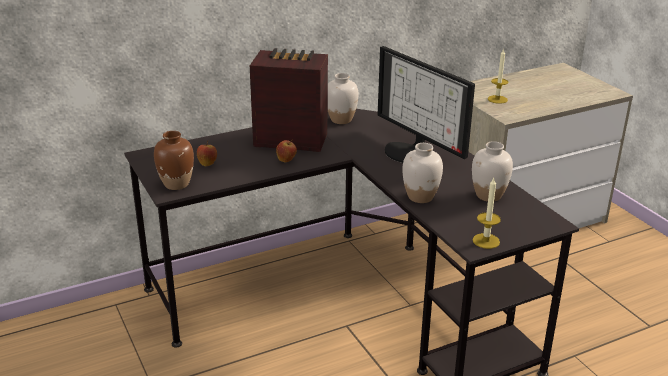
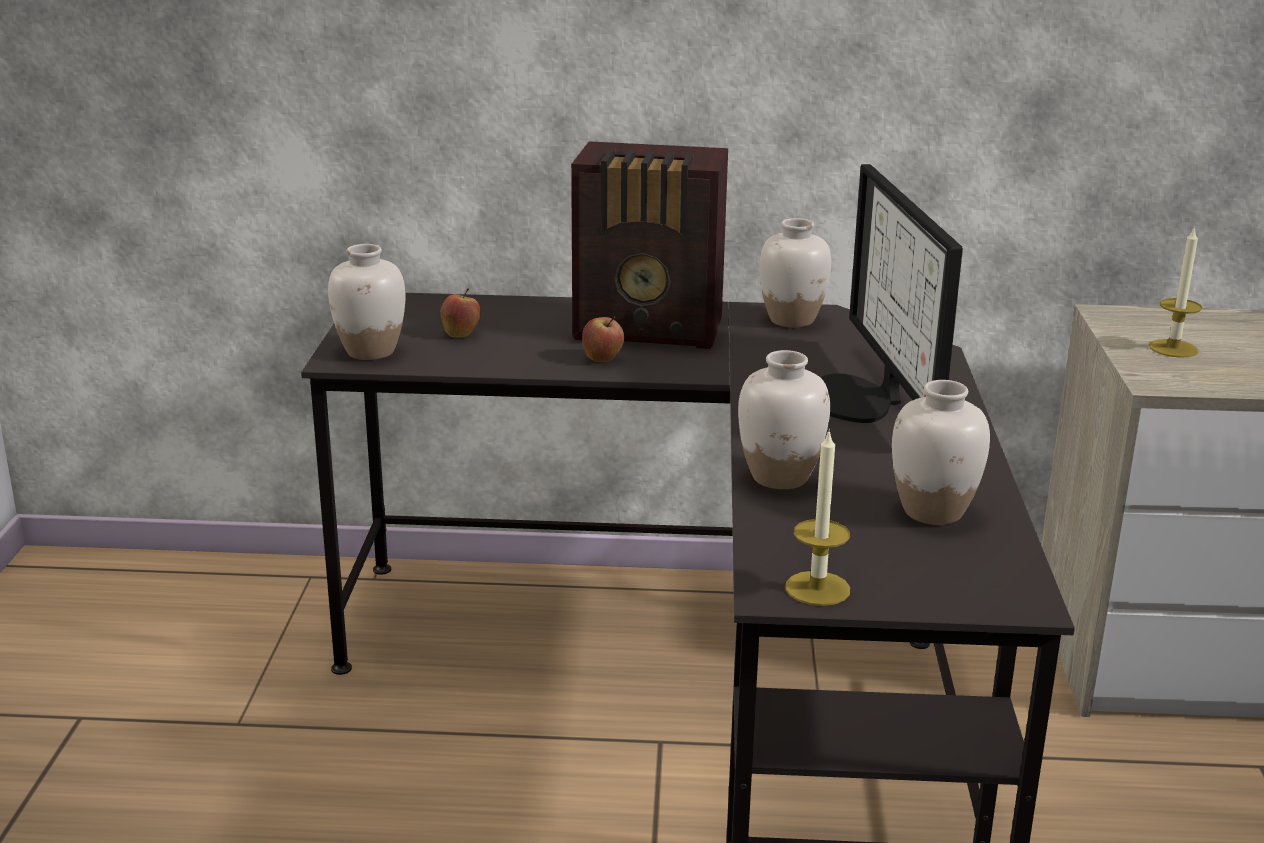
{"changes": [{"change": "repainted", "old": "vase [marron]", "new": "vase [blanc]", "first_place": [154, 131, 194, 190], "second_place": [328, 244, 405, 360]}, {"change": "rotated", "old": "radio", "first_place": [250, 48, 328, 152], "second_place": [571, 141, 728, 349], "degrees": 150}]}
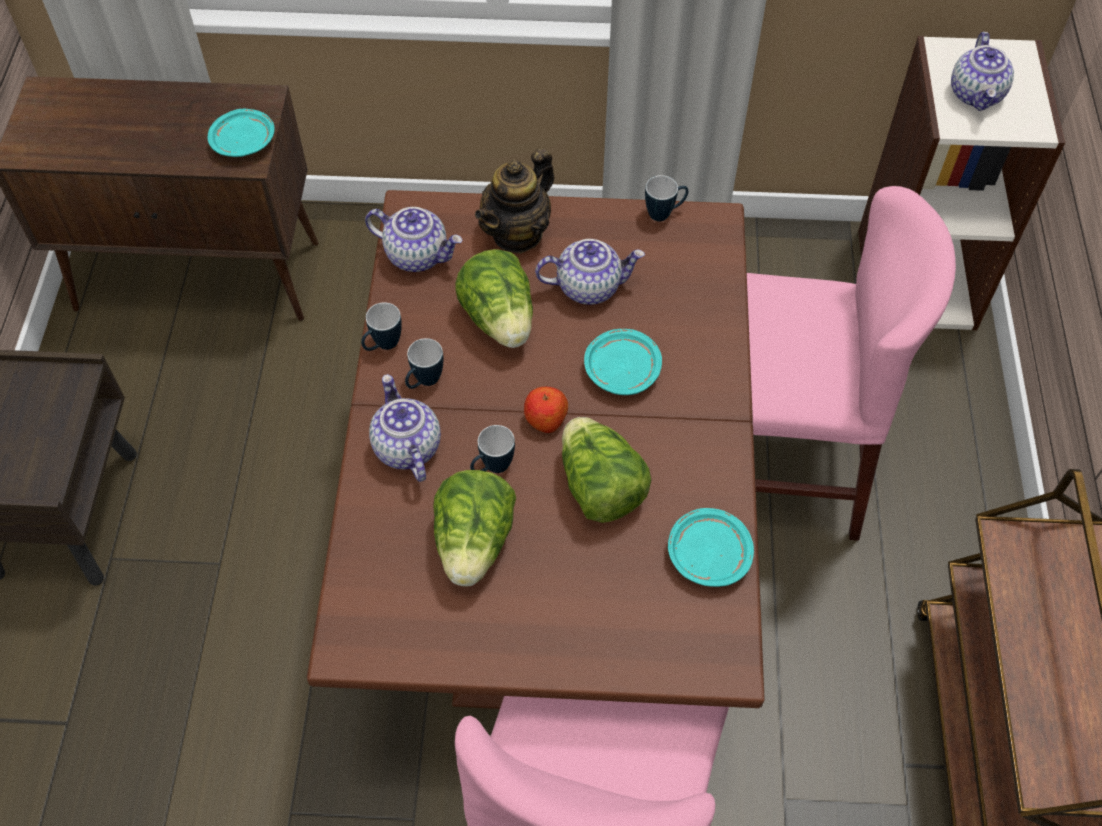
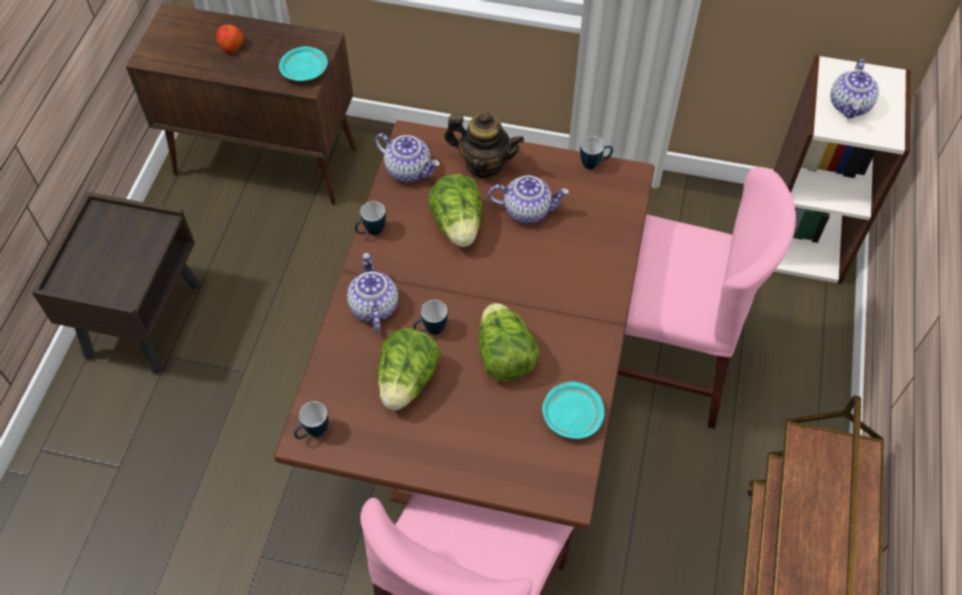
{"changes": [{"change": "gone", "old": "assiette [turquoise]", "first_place": [584, 329, 662, 395]}, {"change": "shifted", "old": "mug", "first_place": [405, 338, 443, 389], "second_place": [294, 401, 328, 439]}, {"change": "shifted", "old": "pomme", "first_place": [524, 387, 568, 433], "second_place": [216, 25, 244, 53]}, {"change": "rotated", "old": "théière", "first_place": [475, 148, 555, 254], "second_place": [444, 112, 524, 178], "degrees": -120}]}
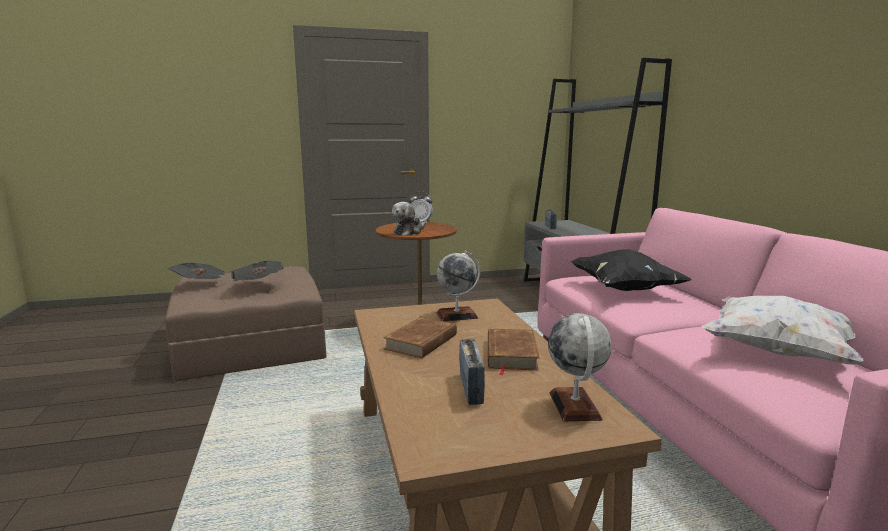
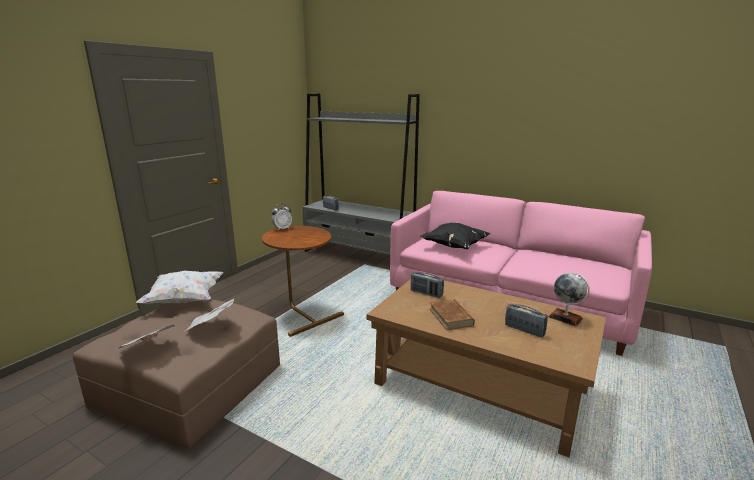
{"changes": [{"change": "gone", "old": "peluche", "first_place": [392, 202, 426, 236]}, {"change": "gone", "old": "livre [marron]", "first_place": [488, 329, 539, 375]}, {"change": "shifted", "old": "coussin [blanc]", "first_place": [701, 296, 864, 365], "second_place": [136, 271, 223, 304]}, {"change": "swapped", "old": "globe", "new": "radio", "first_place": [436, 250, 480, 322], "second_place": [411, 272, 444, 298]}]}
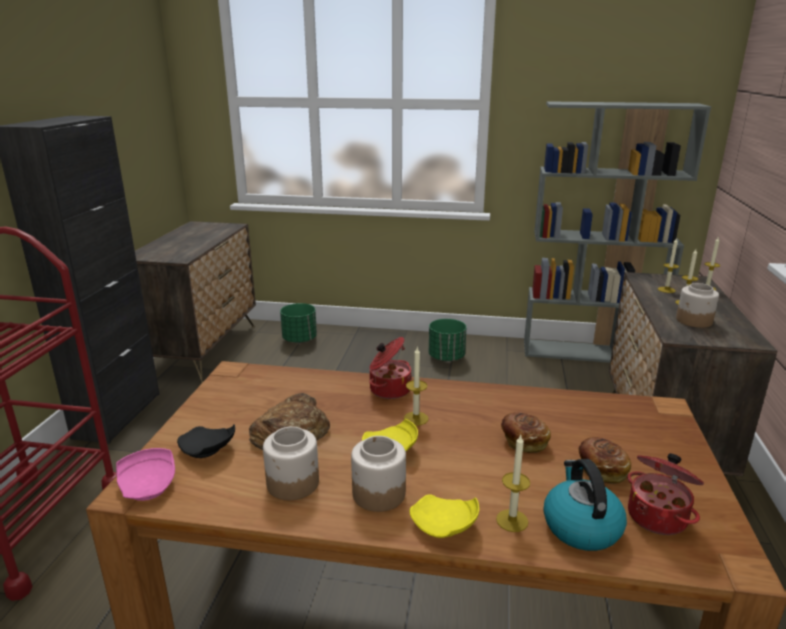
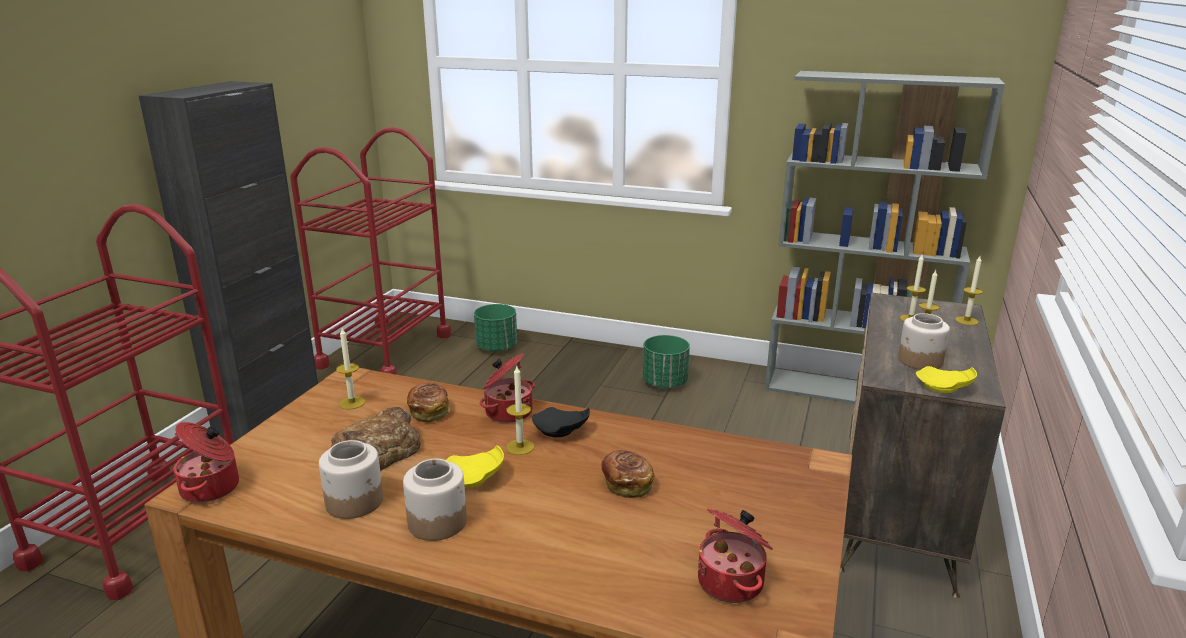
{"changes": [{"change": "gone", "old": "bouilloire", "first_place": [543, 459, 627, 551]}, {"change": "shifted", "old": "assiette [noir]", "first_place": [177, 424, 235, 458], "second_place": [532, 407, 590, 437]}, {"change": "shifted", "old": "assiette [jaune]", "first_place": [410, 494, 479, 538], "second_place": [916, 366, 977, 393]}, {"change": "shifted", "old": "bougie", "first_place": [496, 435, 530, 532], "second_place": [336, 328, 365, 410]}, {"change": "shifted", "old": "pain", "first_place": [579, 437, 631, 484], "second_place": [407, 382, 450, 423]}, {"change": "swapped", "old": "assiette [rose]", "new": "marmite", "first_place": [116, 448, 175, 501], "second_place": [172, 422, 239, 503]}, {"change": "swapped", "old": "commode", "new": "chariot [rouge]", "first_place": [135, 221, 256, 383], "second_place": [290, 127, 451, 375]}]}
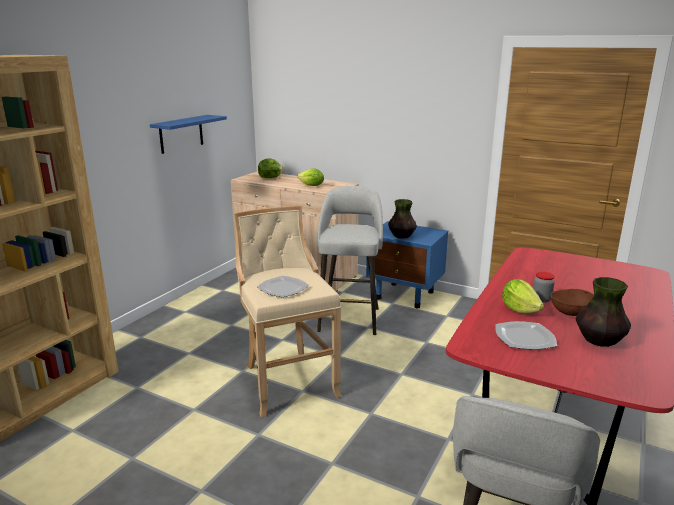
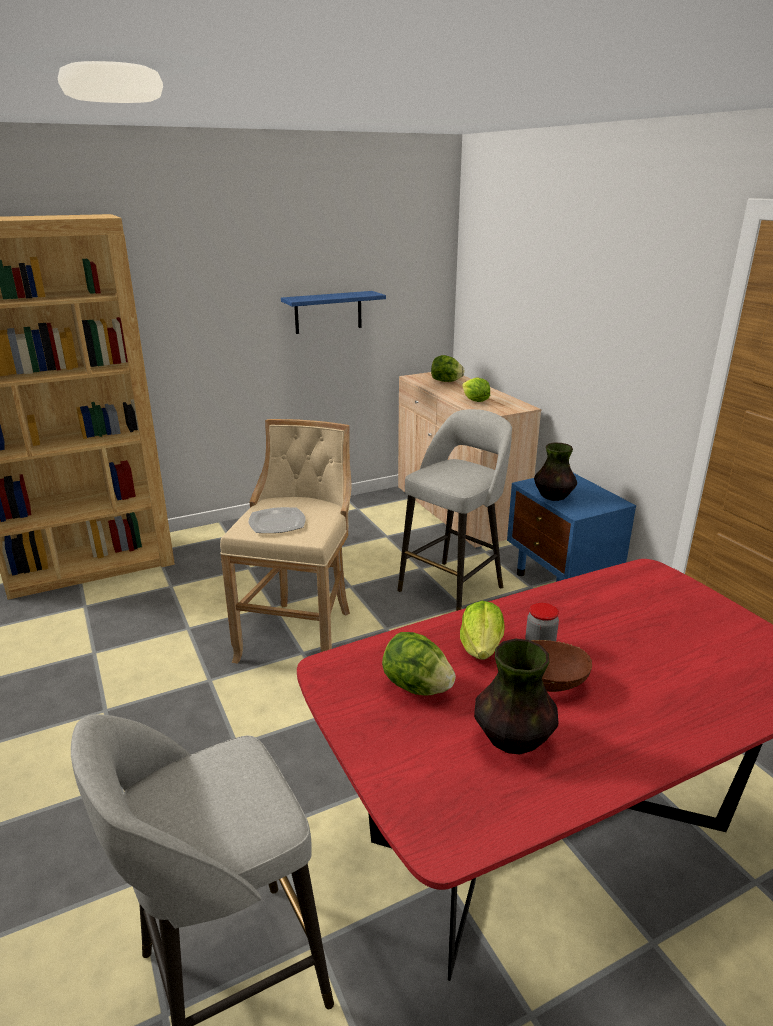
{"changes": [{"change": "swapped", "old": "assiette", "new": "laitue", "first_place": [495, 321, 557, 350], "second_place": [382, 632, 456, 695]}]}
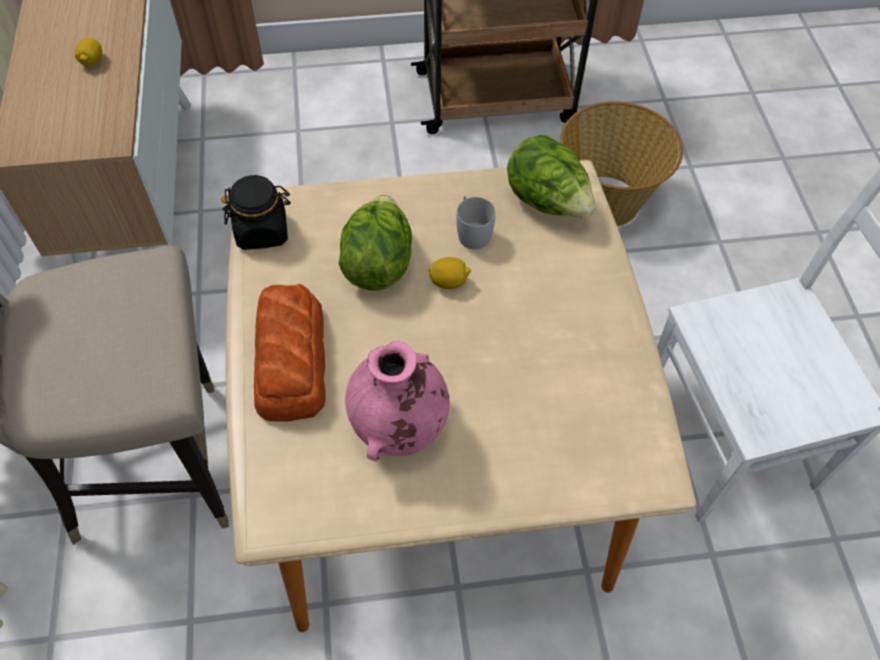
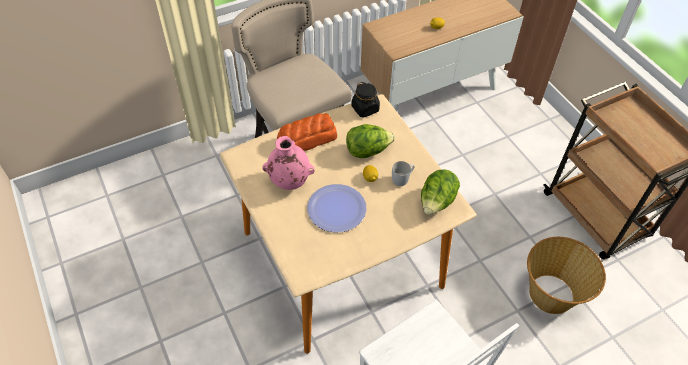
{"changes": [{"change": "new", "new": "assiette", "second_place": [307, 184, 367, 232]}]}
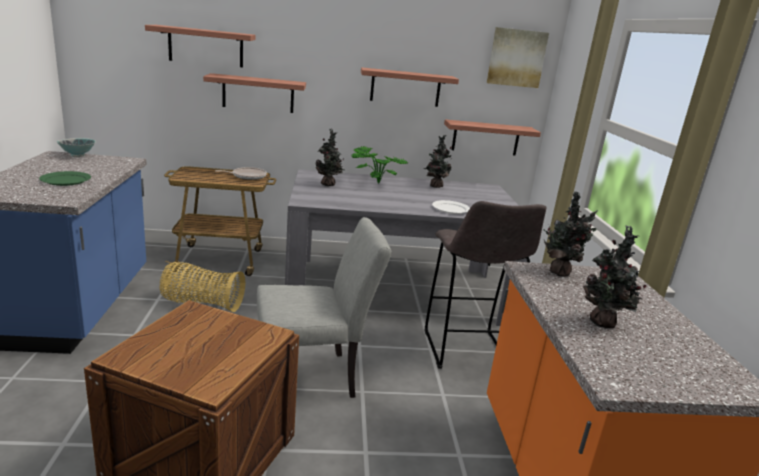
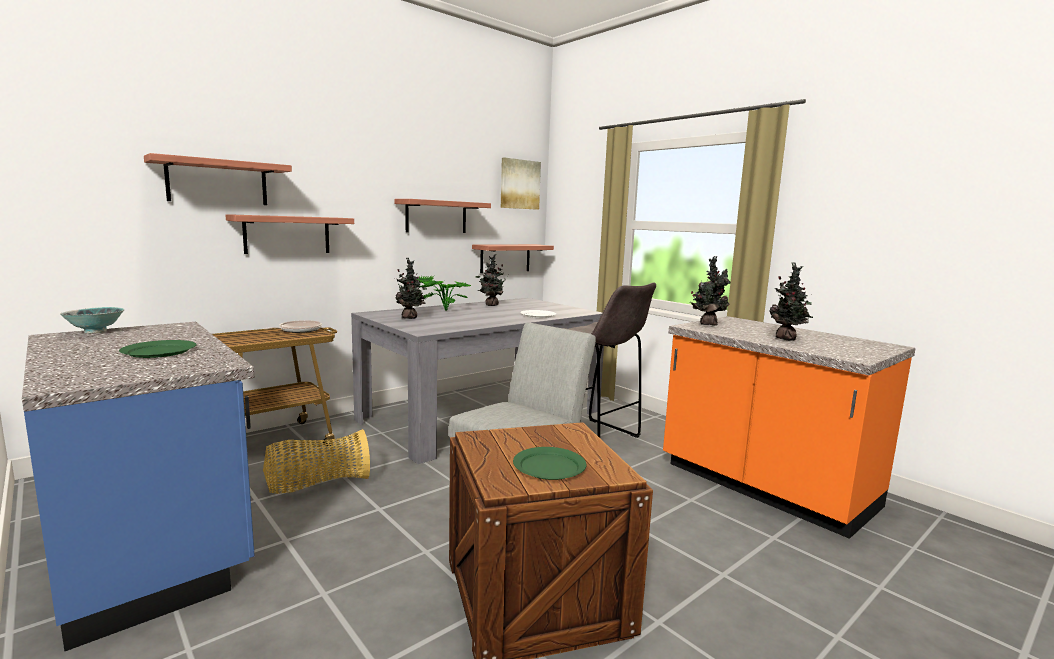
{"changes": [{"change": "new", "new": "assiette [vert]", "second_place": [513, 447, 586, 480]}]}
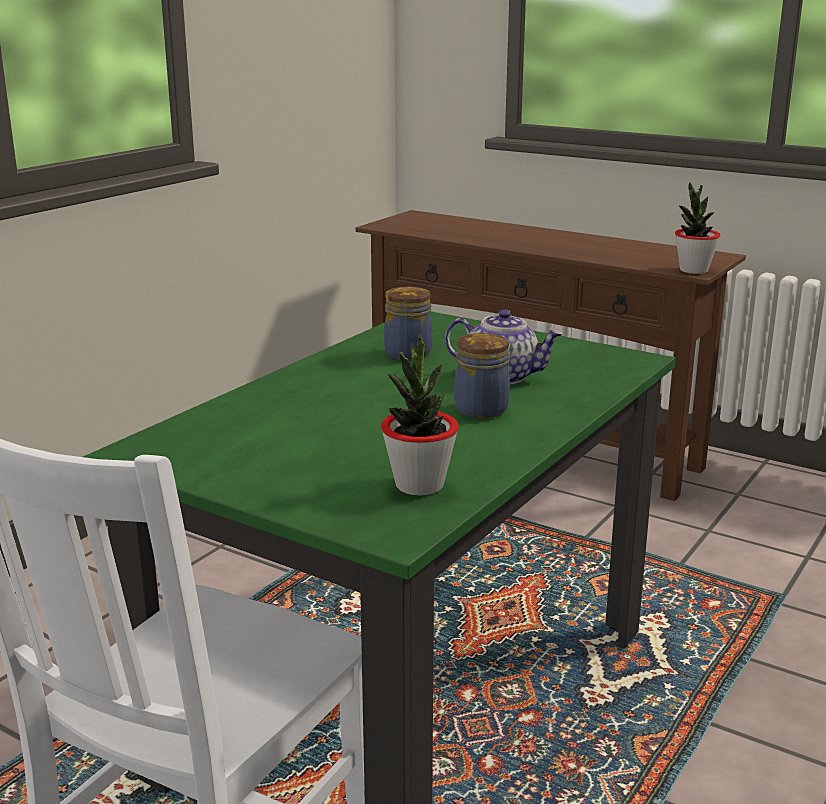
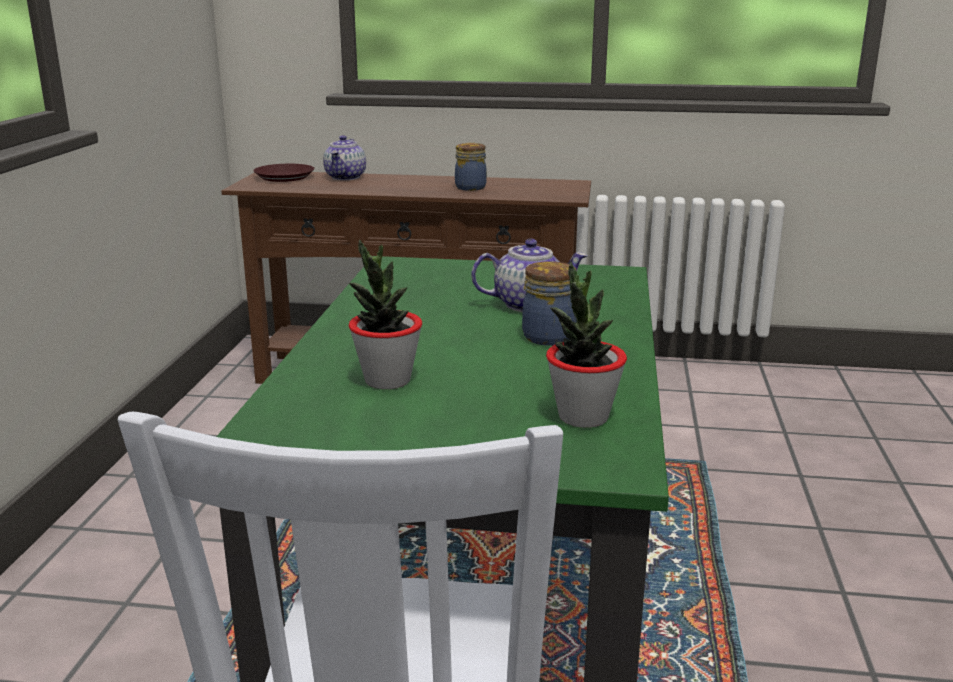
{"changes": [{"change": "new", "new": "assiette [marron]", "second_place": [253, 164, 314, 182]}, {"change": "new", "new": "théière", "second_place": [323, 135, 366, 180]}, {"change": "shifted", "old": "bocal", "first_place": [384, 287, 432, 360], "second_place": [455, 143, 487, 191]}, {"change": "shifted", "old": "plante en pot", "first_place": [675, 182, 721, 274], "second_place": [349, 240, 422, 389]}]}
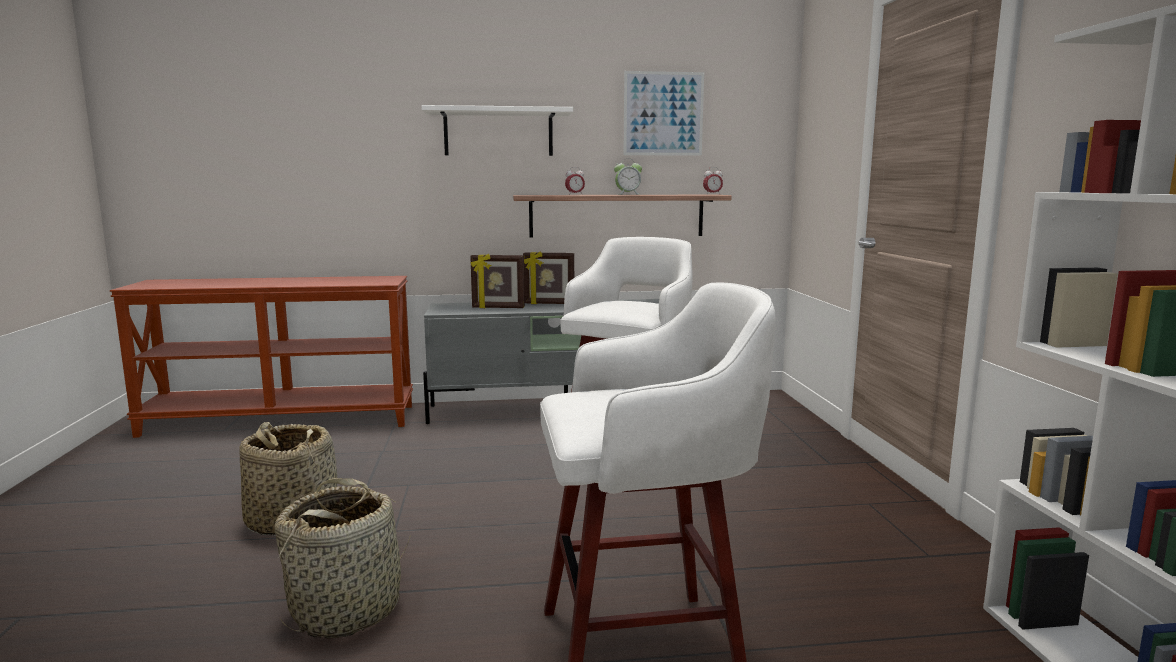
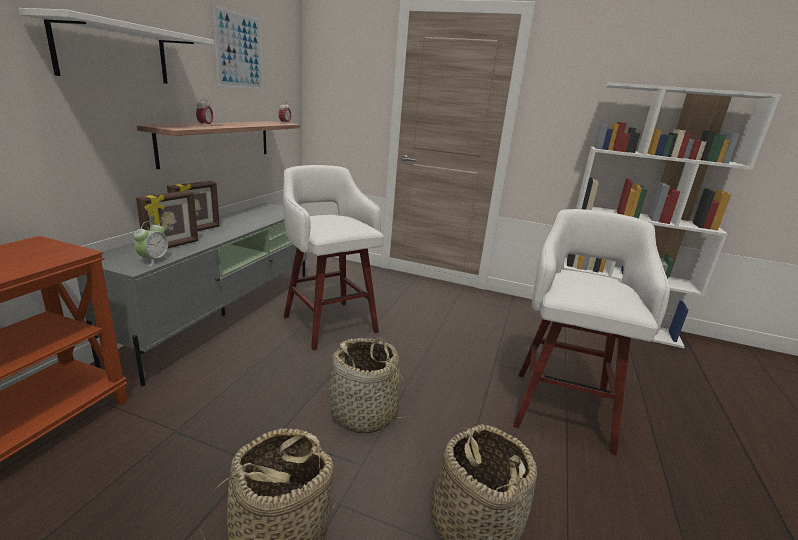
{"changes": [{"change": "new", "new": "panier", "second_place": [328, 338, 412, 434]}, {"change": "shifted", "old": "réveil", "first_place": [614, 158, 642, 195], "second_place": [133, 221, 170, 267]}]}
